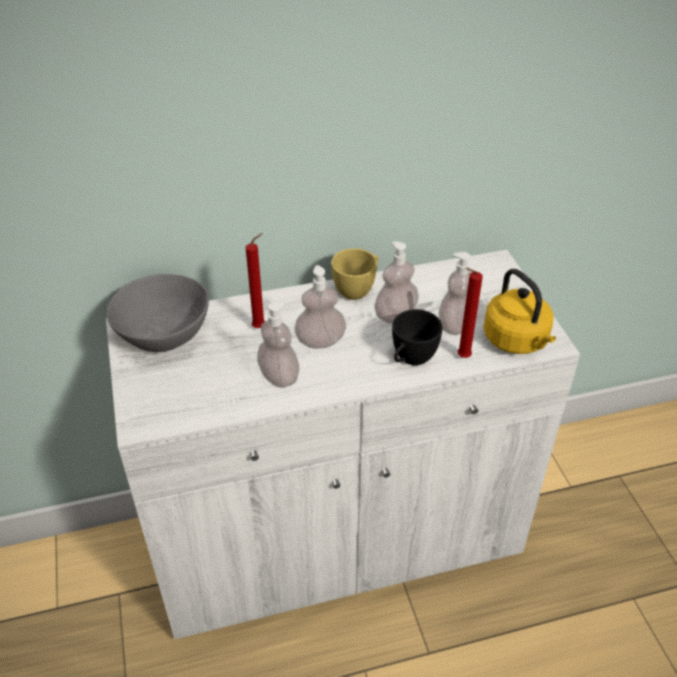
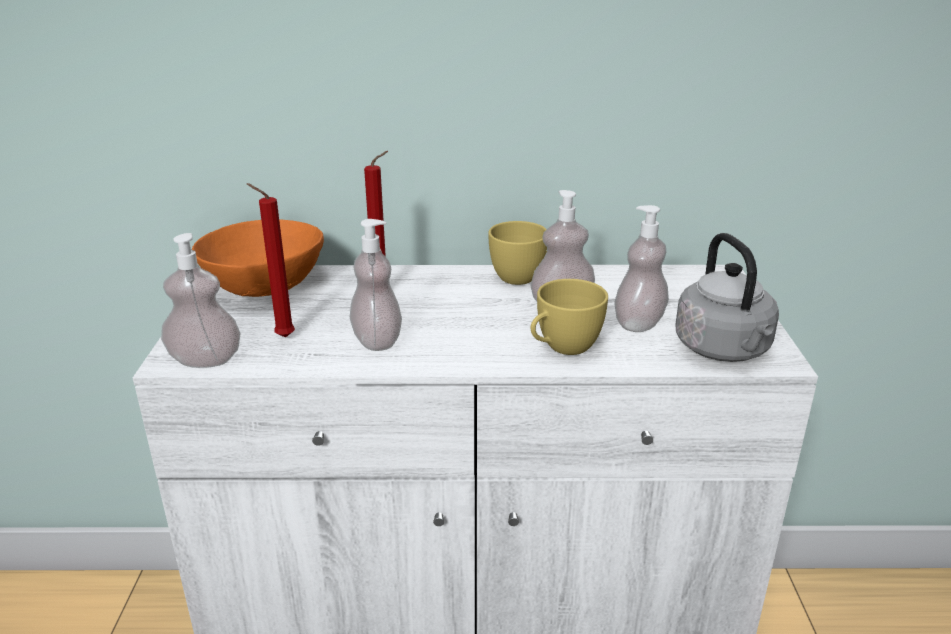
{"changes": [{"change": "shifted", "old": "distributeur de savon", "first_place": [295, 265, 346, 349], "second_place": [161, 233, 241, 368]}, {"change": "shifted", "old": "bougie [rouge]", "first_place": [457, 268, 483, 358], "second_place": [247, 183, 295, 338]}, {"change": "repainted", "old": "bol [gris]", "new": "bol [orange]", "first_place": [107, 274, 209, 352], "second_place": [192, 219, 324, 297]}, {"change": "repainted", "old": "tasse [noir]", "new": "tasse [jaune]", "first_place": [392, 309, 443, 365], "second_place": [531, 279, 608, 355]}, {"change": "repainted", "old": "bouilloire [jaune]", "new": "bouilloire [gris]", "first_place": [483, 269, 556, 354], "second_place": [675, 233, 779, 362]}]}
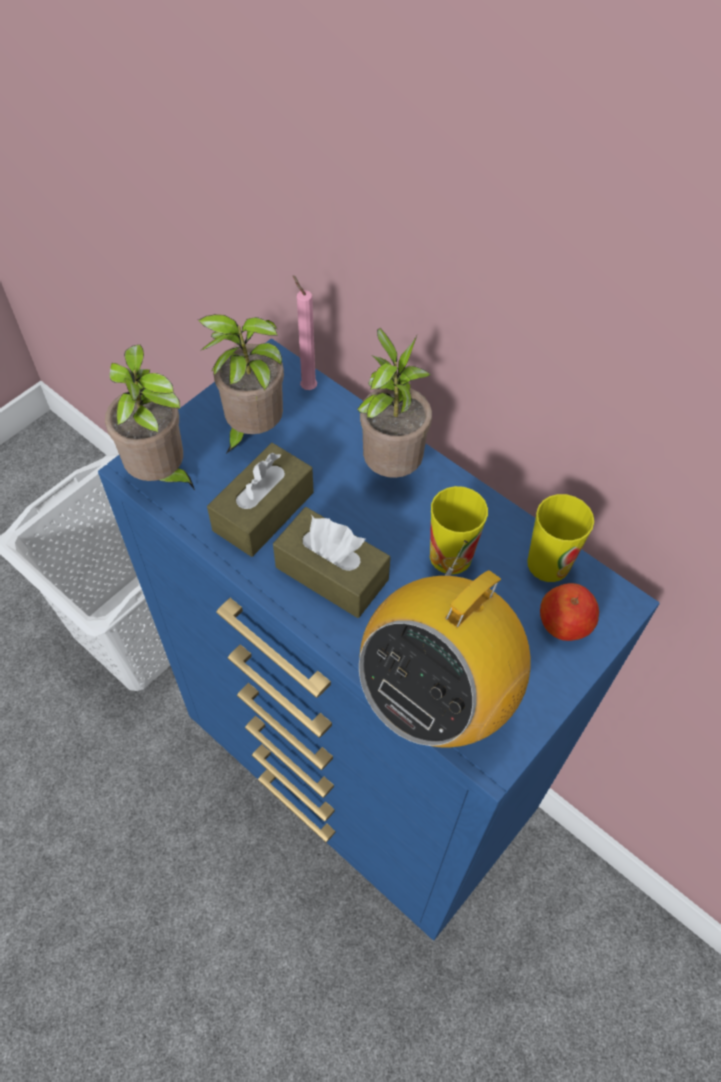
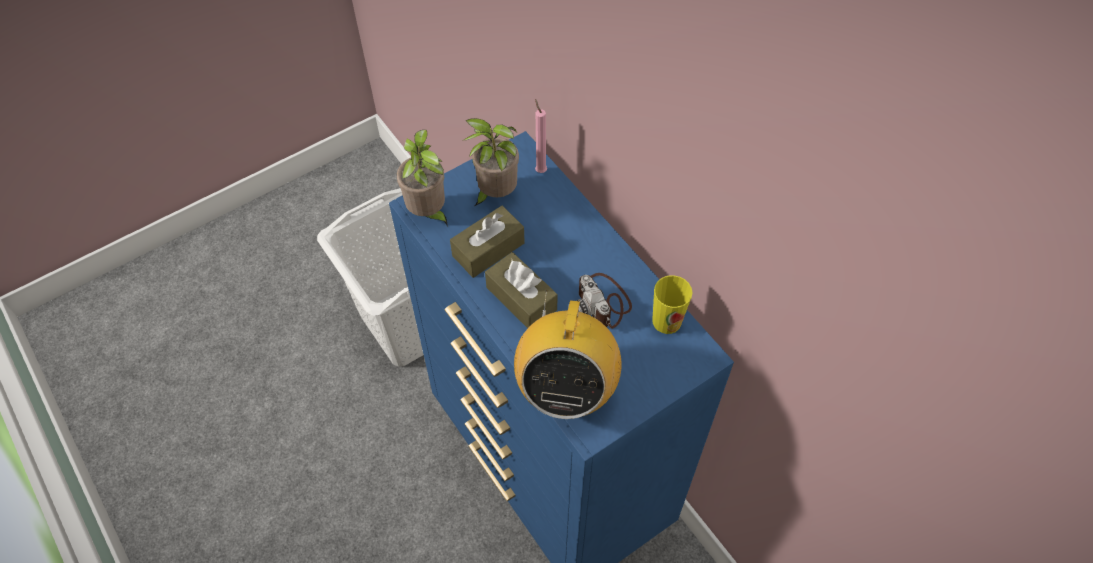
{"changes": [{"change": "gone", "old": "plante en pot", "first_place": [357, 328, 432, 478]}, {"change": "gone", "old": "pomme", "first_place": [540, 583, 599, 641]}, {"change": "swapped", "old": "tasse", "new": "appareil photo", "first_place": [430, 486, 488, 575], "second_place": [577, 273, 632, 329]}, {"change": "rotated", "old": "radio", "first_place": [359, 540, 531, 747], "second_place": [514, 290, 622, 419], "degrees": -45}]}
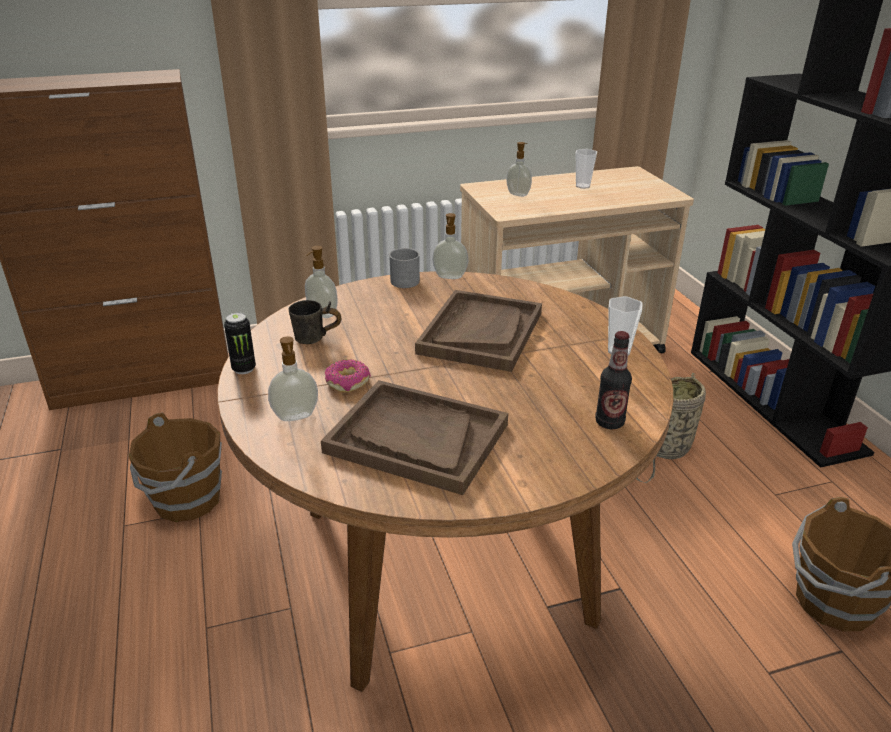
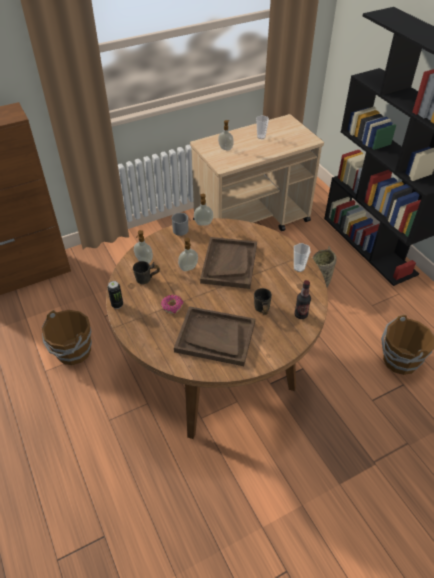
{"changes": [{"change": "new", "new": "mug [gris]", "second_place": [254, 288, 272, 315]}, {"change": "shifted", "old": "distributeur de savon", "first_place": [268, 336, 318, 421], "second_place": [178, 238, 198, 271]}]}
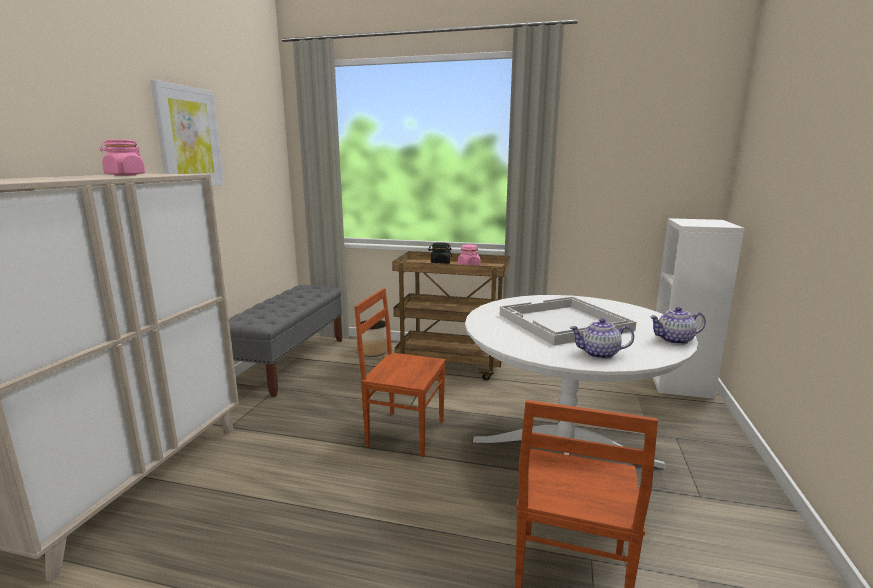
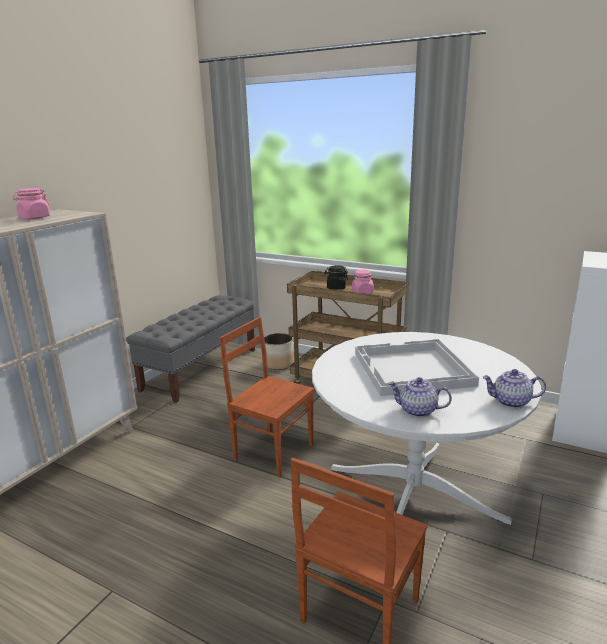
{"changes": [{"change": "gone", "old": "tableau", "first_place": [150, 80, 224, 186]}]}
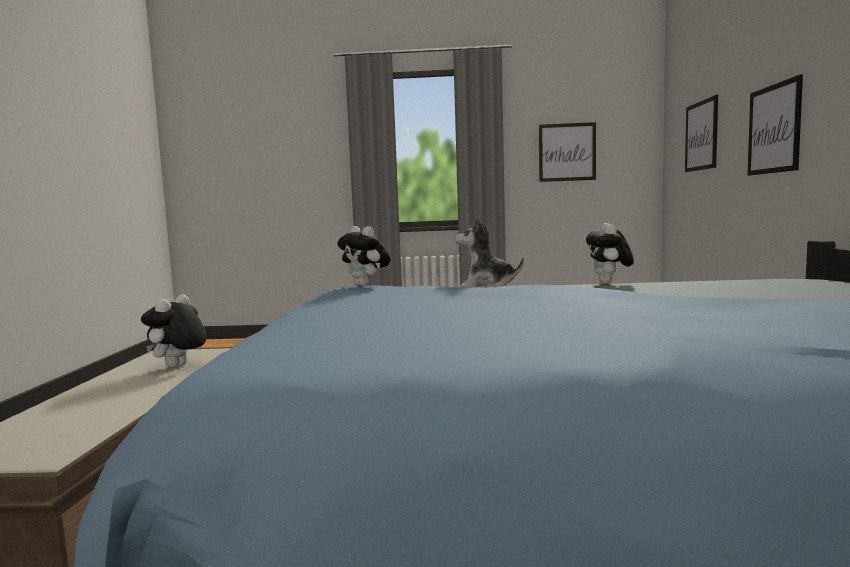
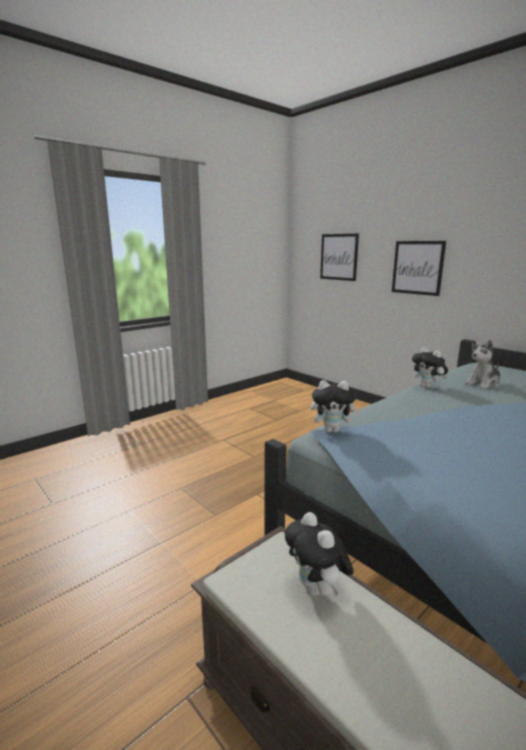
{"changes": [{"change": "gone", "old": "tableau", "first_place": [539, 122, 596, 182]}, {"change": "shifted", "old": "peluche", "first_place": [455, 216, 524, 287], "second_place": [464, 340, 500, 389]}]}
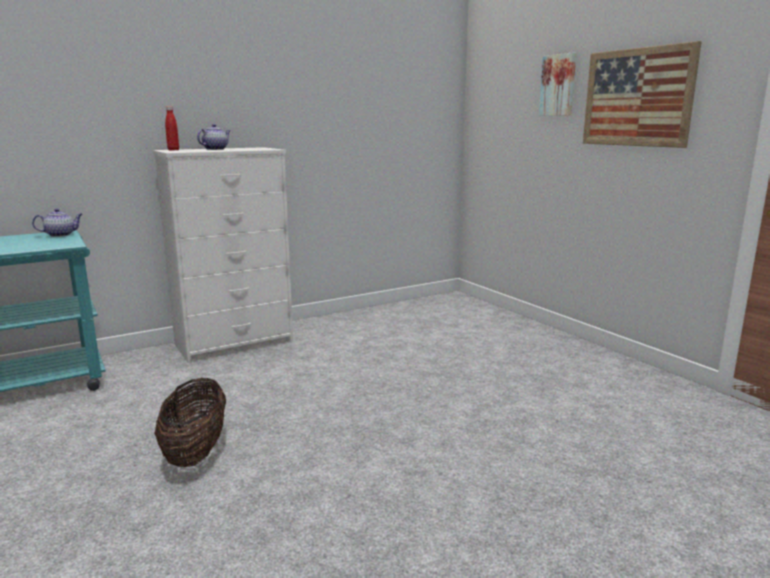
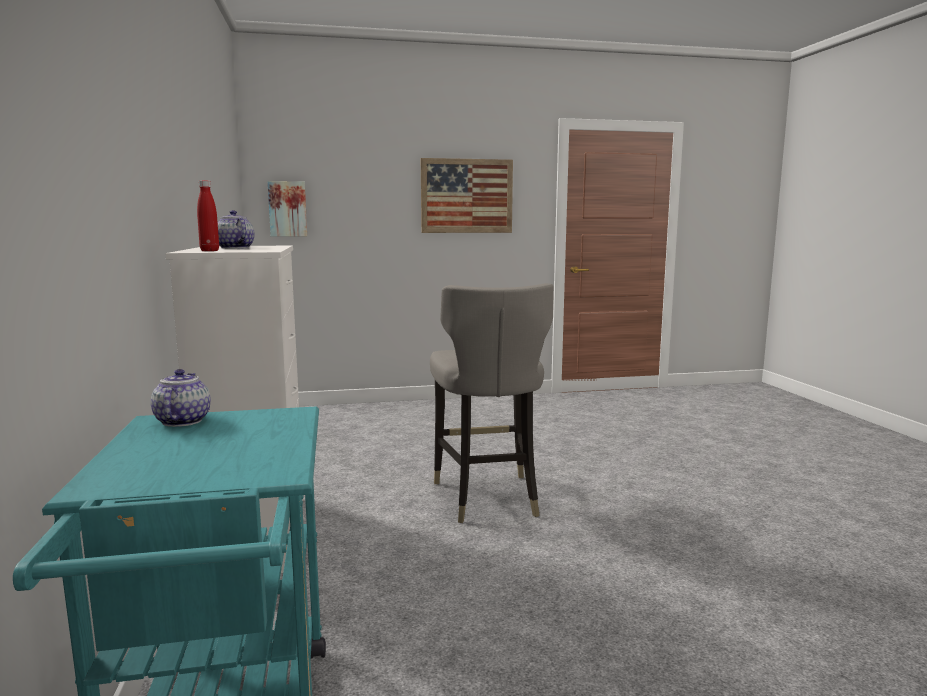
{"changes": [{"change": "gone", "old": "panier", "first_place": [154, 378, 226, 467]}, {"change": "new", "new": "tabouret [gris]", "second_place": [430, 283, 554, 523]}, {"change": "shifted", "old": "tableau", "first_place": [539, 52, 576, 116], "second_place": [268, 181, 307, 237]}]}
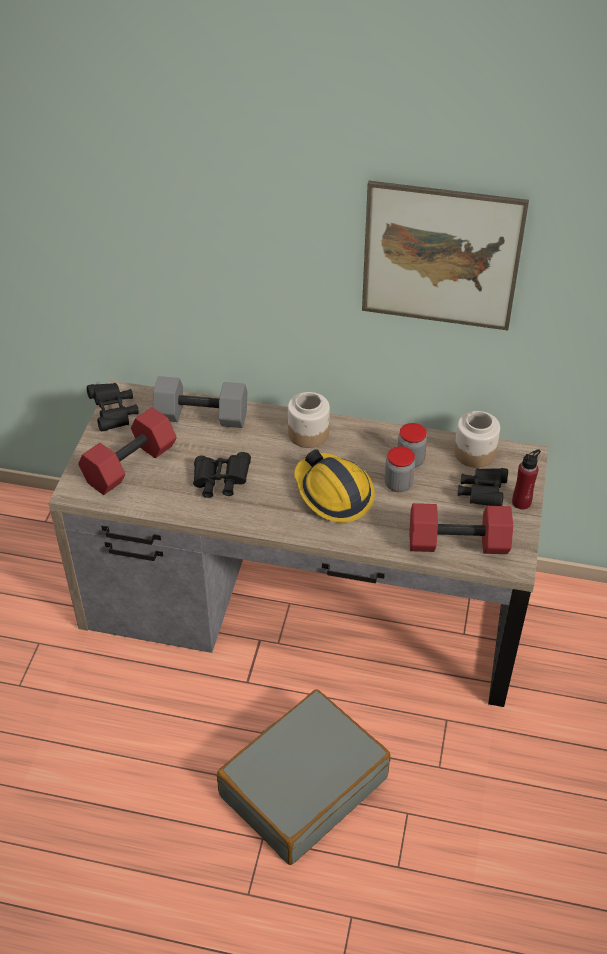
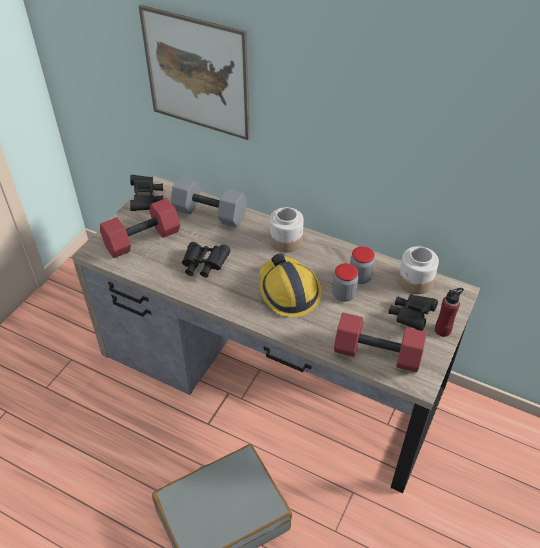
{"changes": [{"change": "shifted", "old": "tableau", "first_place": [362, 181, 529, 330], "second_place": [138, 5, 250, 140]}]}
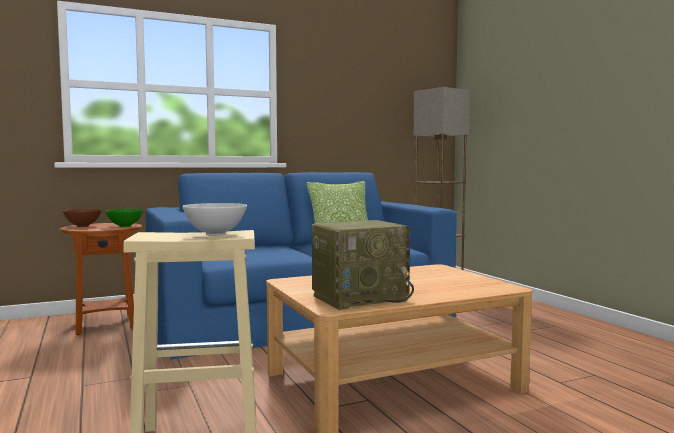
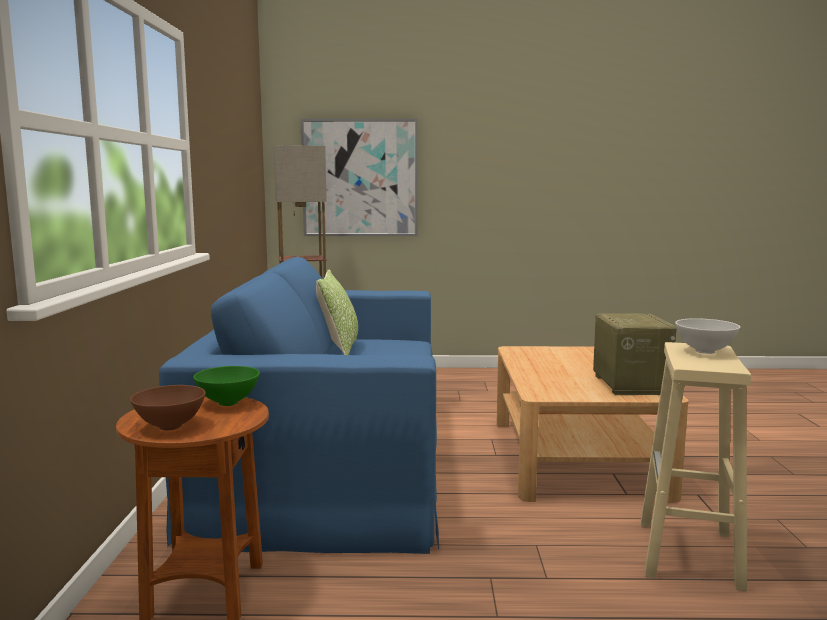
{"changes": [{"change": "new", "new": "tableau", "second_place": [300, 118, 418, 236]}]}
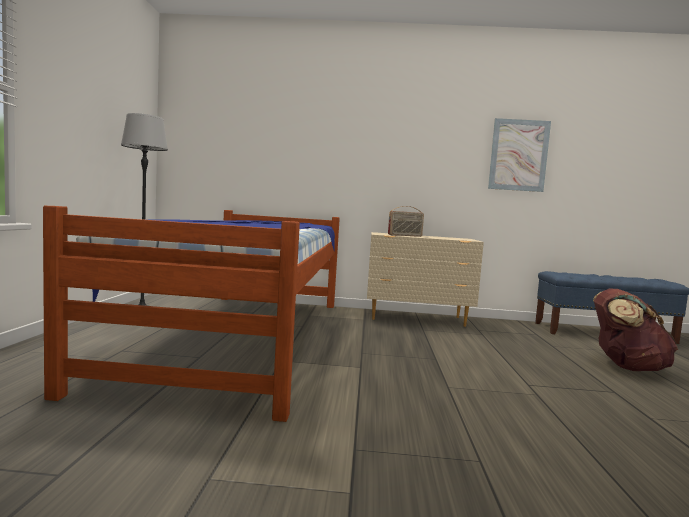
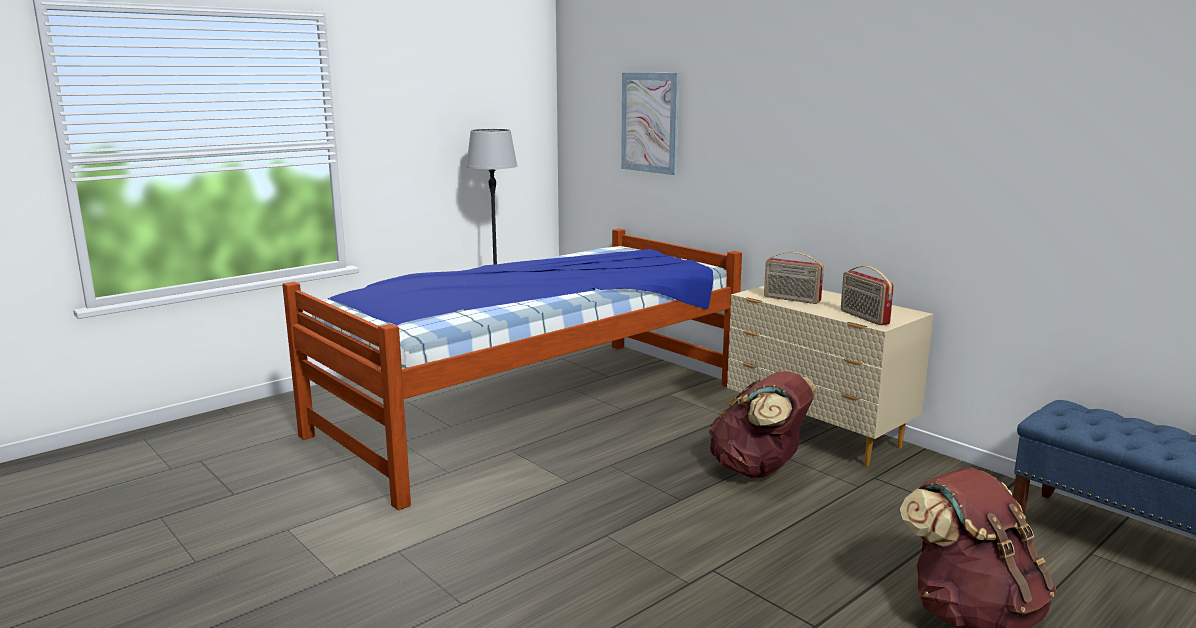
{"changes": [{"change": "new", "new": "sac à dos [marron]", "second_place": [709, 371, 817, 478]}, {"change": "new", "new": "radio", "second_place": [841, 266, 894, 325]}, {"change": "shifted", "old": "tableau", "first_place": [488, 118, 551, 192], "second_place": [621, 73, 679, 175]}]}
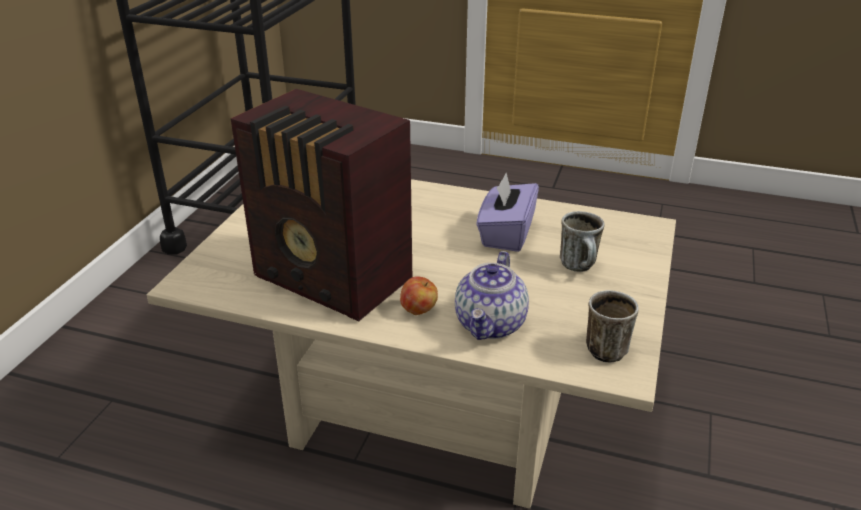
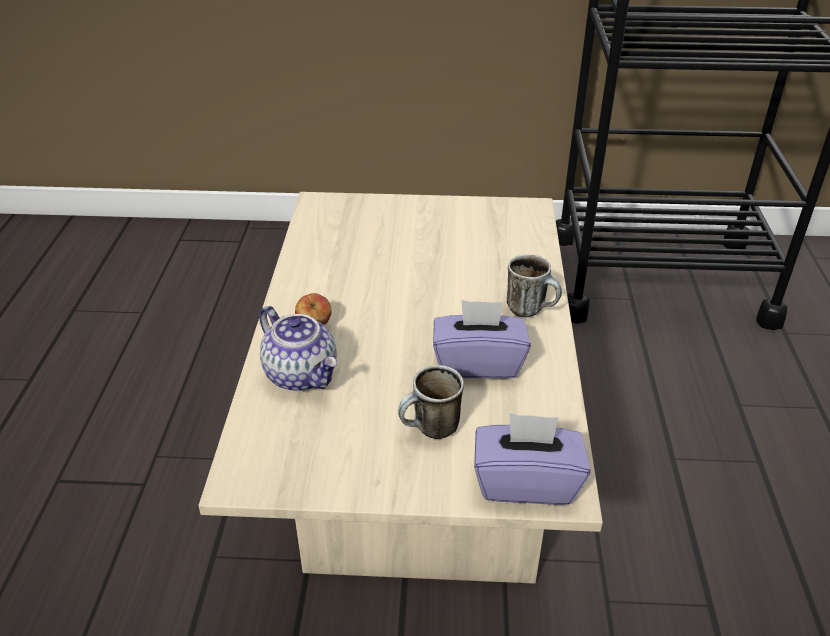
{"changes": [{"change": "gone", "old": "radio", "first_place": [230, 89, 412, 321]}, {"change": "new", "new": "boîte à mouchoirs [violet]", "second_place": [474, 413, 590, 505]}, {"change": "shifted", "old": "mug", "first_place": [586, 290, 639, 362], "second_place": [507, 254, 562, 317]}, {"change": "rotated", "old": "théière", "first_place": [455, 251, 529, 340], "second_place": [259, 306, 337, 391], "degrees": -135}]}
